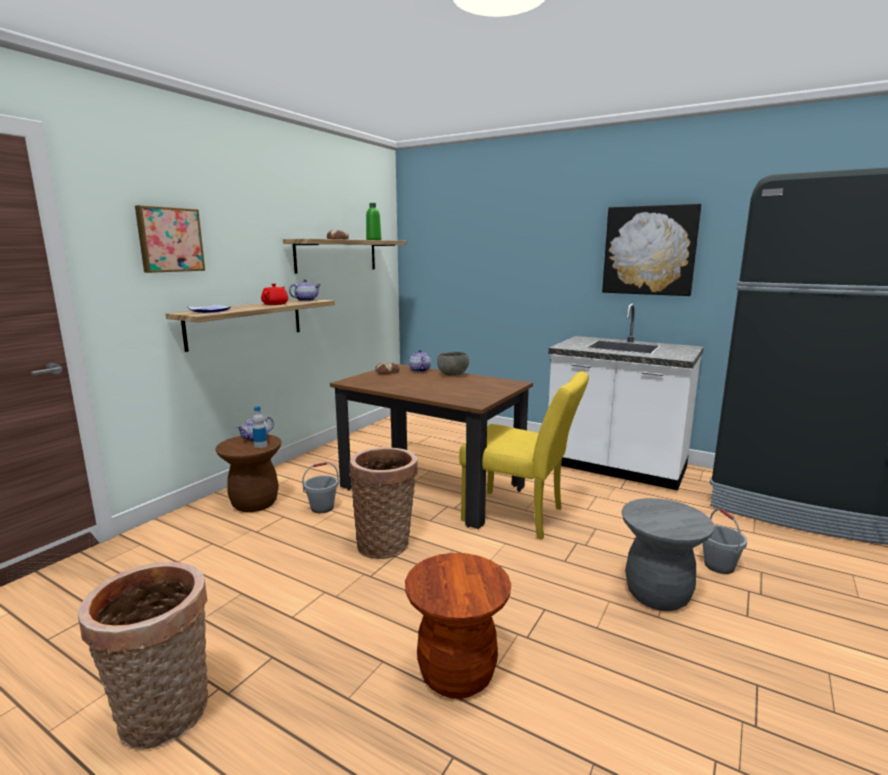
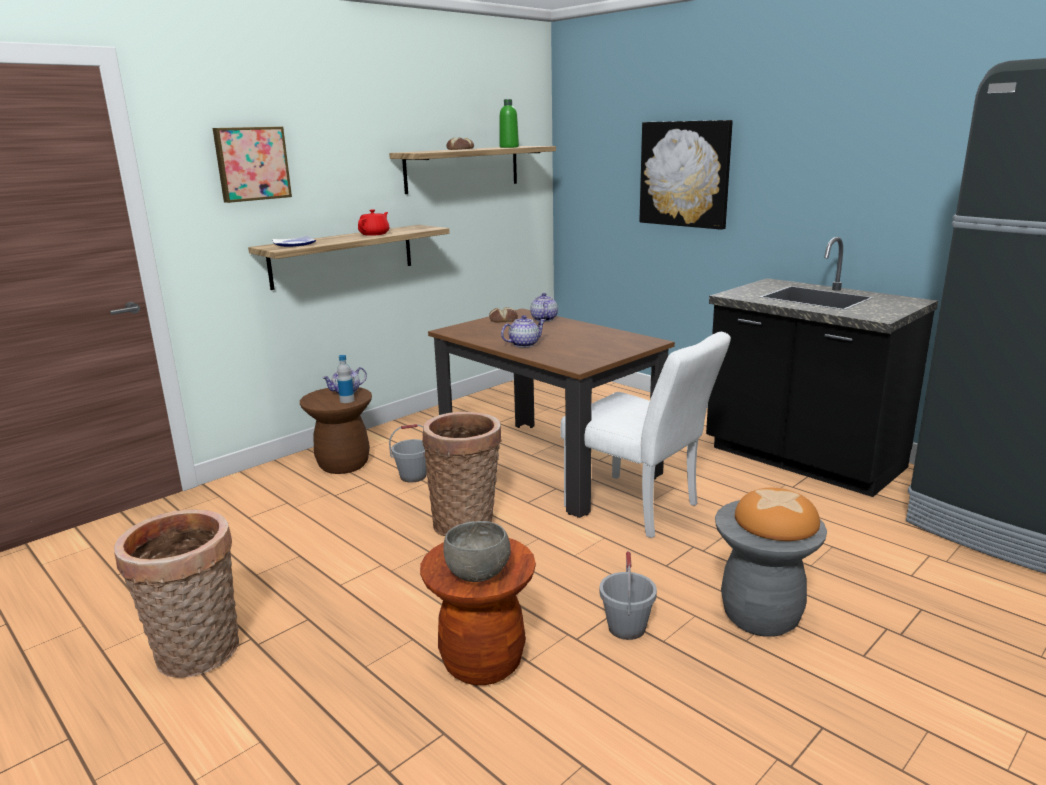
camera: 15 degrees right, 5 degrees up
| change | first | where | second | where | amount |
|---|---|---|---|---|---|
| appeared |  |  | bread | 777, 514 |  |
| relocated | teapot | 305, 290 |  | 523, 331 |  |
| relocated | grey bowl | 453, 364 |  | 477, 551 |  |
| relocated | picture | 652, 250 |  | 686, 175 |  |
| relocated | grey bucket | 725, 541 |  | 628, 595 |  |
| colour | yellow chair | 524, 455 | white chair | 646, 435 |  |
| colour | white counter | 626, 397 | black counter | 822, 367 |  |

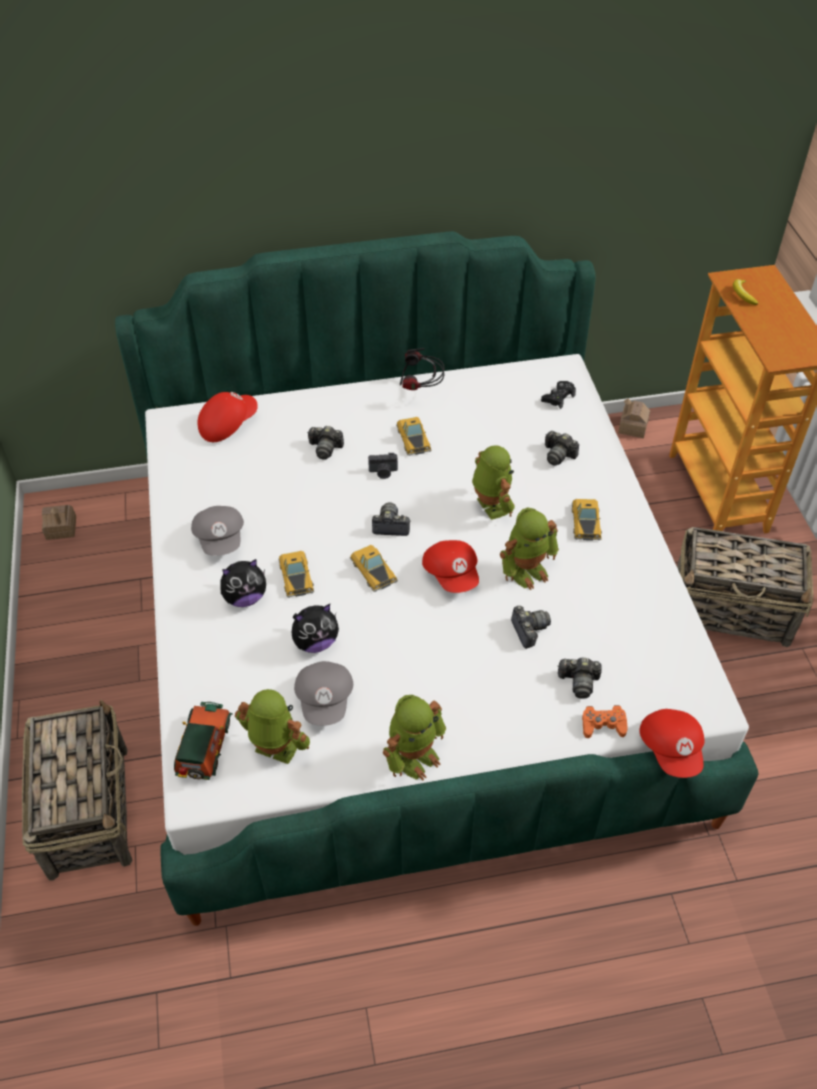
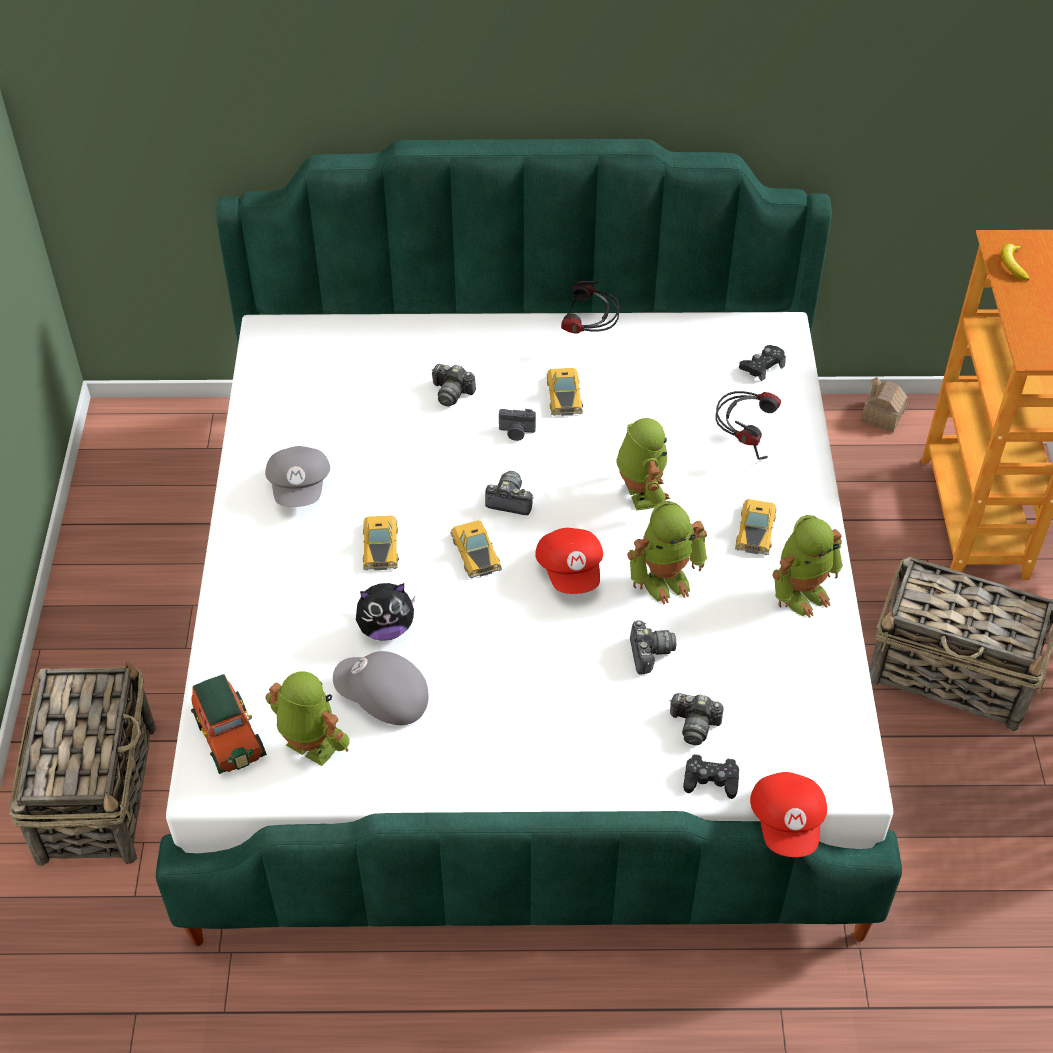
camera: 10 degrees right, 0 degrees up
| change | first | where | second | where | amount |
|---|---|---|---|---|---|
| missing | toy house | 59, 522 |  |  |  |
| missing | red cap | 227, 417 |  |  |  |
| missing | plush toy | 243, 583 |  |  |  |
| relocated | toy robot | 414, 737 |  | 807, 566 |  |
| exchanged | photo camera | 562, 448 | headphones | 748, 425 |  |
| colour | orange game controller | 605, 721 | black game controller | 711, 776 |  |
| spun | toy car | 203, 741 |  | 229, 724 | 135 degrees clockwise |
| spun | grey cap | 323, 693 |  | 381, 688 | 105 degrees clockwise |

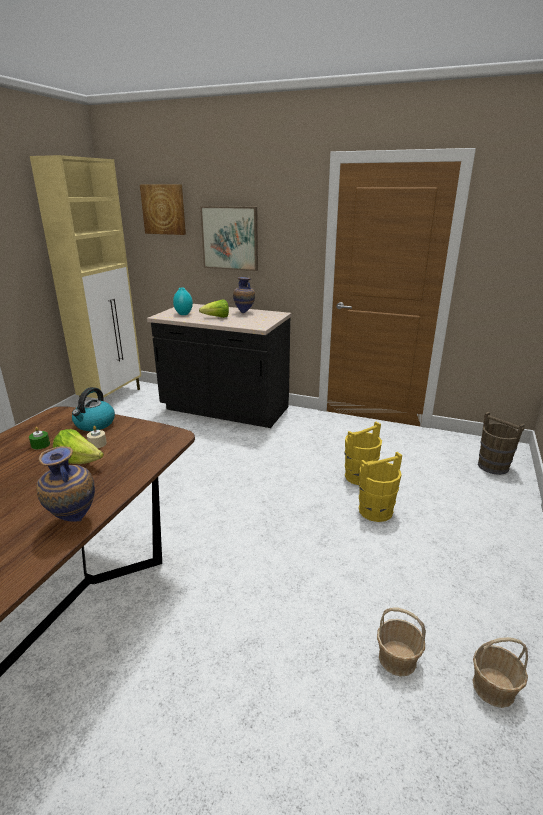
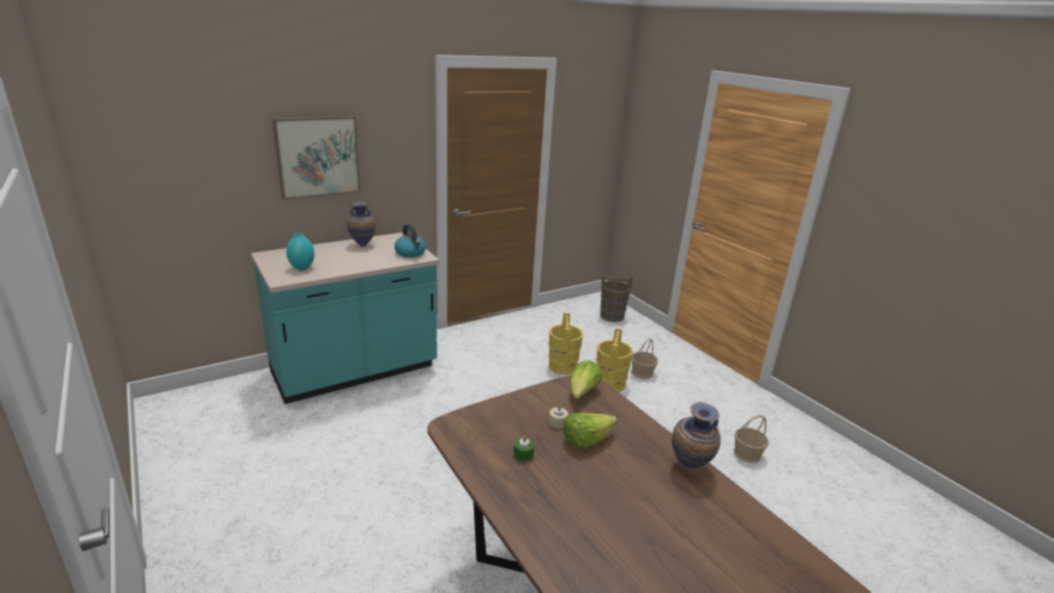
camera: 55 degrees left, 0 degrees up
| change | first | where | second | where | amount |
|---|---|---|---|---|---|
| missing | beige cabinet | 85, 277 |  |  |  |
| missing | picture | 163, 209 |  |  |  |
| relocated | kettle | 93, 409 |  | 410, 241 |  |
| relocated | lettuce | 214, 309 |  | 585, 379 |  |
| relocated | basket | 500, 672 |  | 644, 359 |  |
| colour | black counter | 219, 366 | turquoise counter | 345, 318 |  |

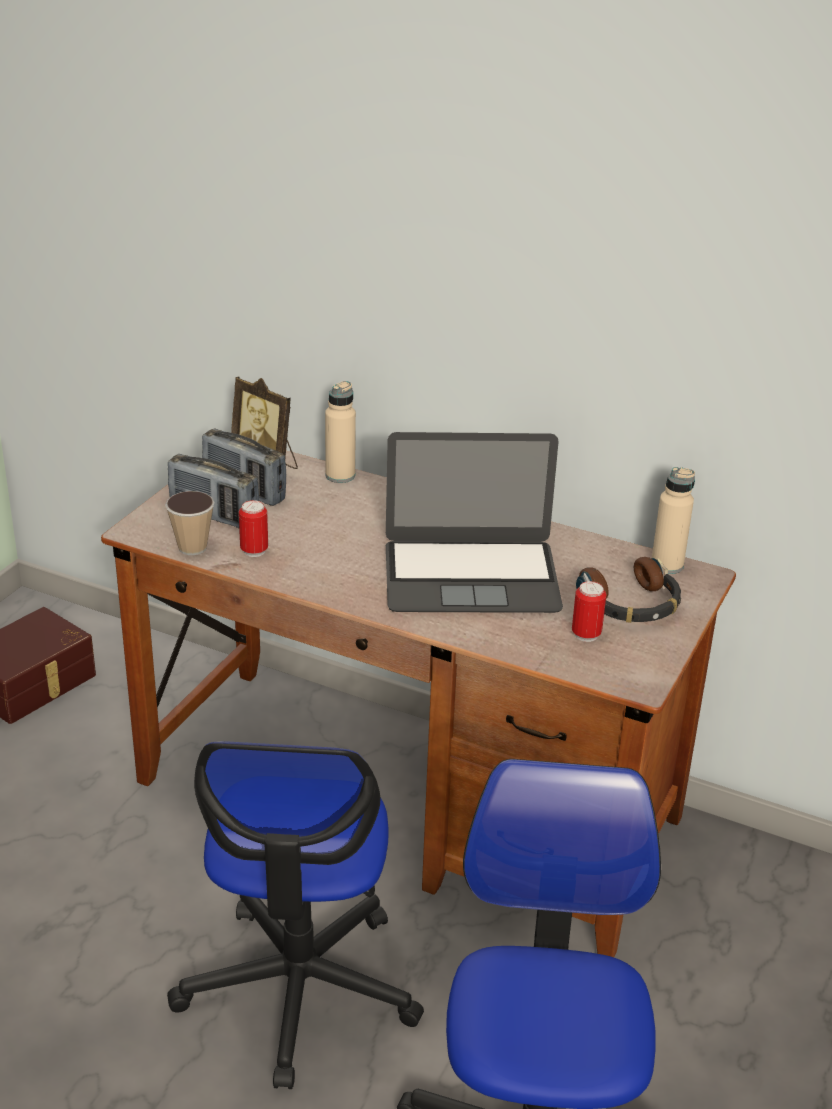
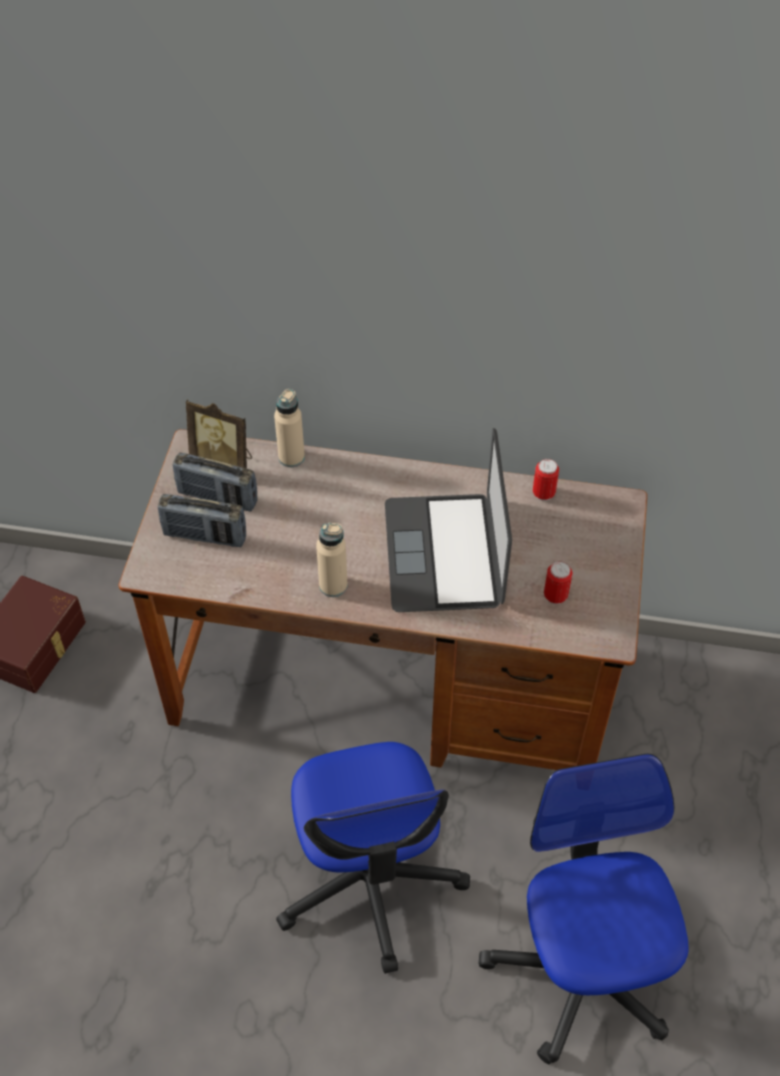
camera: 15 degrees left, 20 degrees up
| change | first | where | second | where | amount |
|---|---|---|---|---|---|
| missing | cup | 190, 523 |  |  |  |
| missing | headphones | 628, 590 |  |  |  |
| relocated | can | 253, 528 |  | 546, 480 |  |
| relocated | beige bottle | 673, 520 |  | 332, 560 |  |
| spun | laptop | 474, 522 |  | 448, 520 | 105 degrees clockwise |

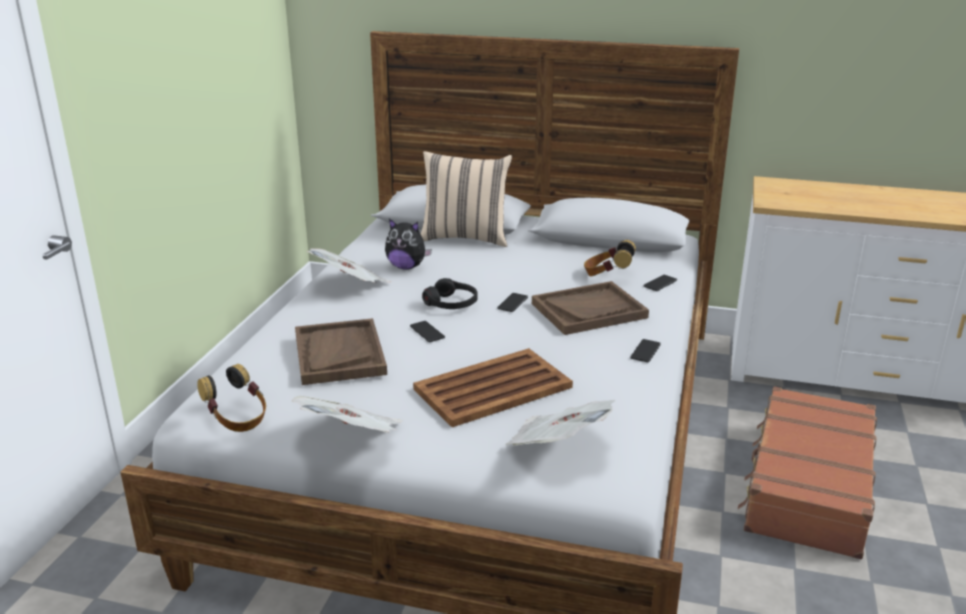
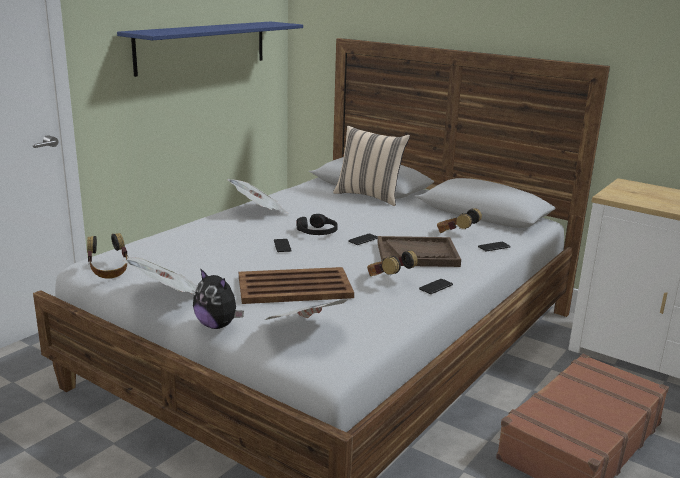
camera: 20 degrees right, 5 degrees down
| change | first | where | second | where | amount |
|---|---|---|---|---|---|
| missing | brown tray | 341, 351 |  |  |  |
| appeared |  |  | blue shelf | 210, 49 |  |
| appeared |  |  | headphones | 392, 263 |  |
| relocated | plush toy | 408, 244 |  | 218, 298 |  |

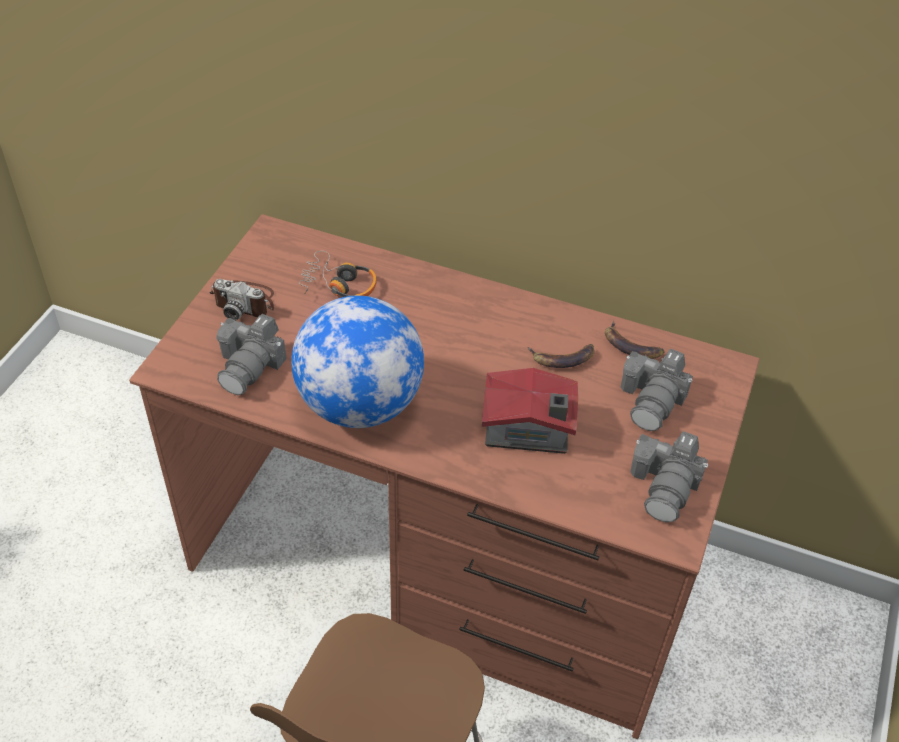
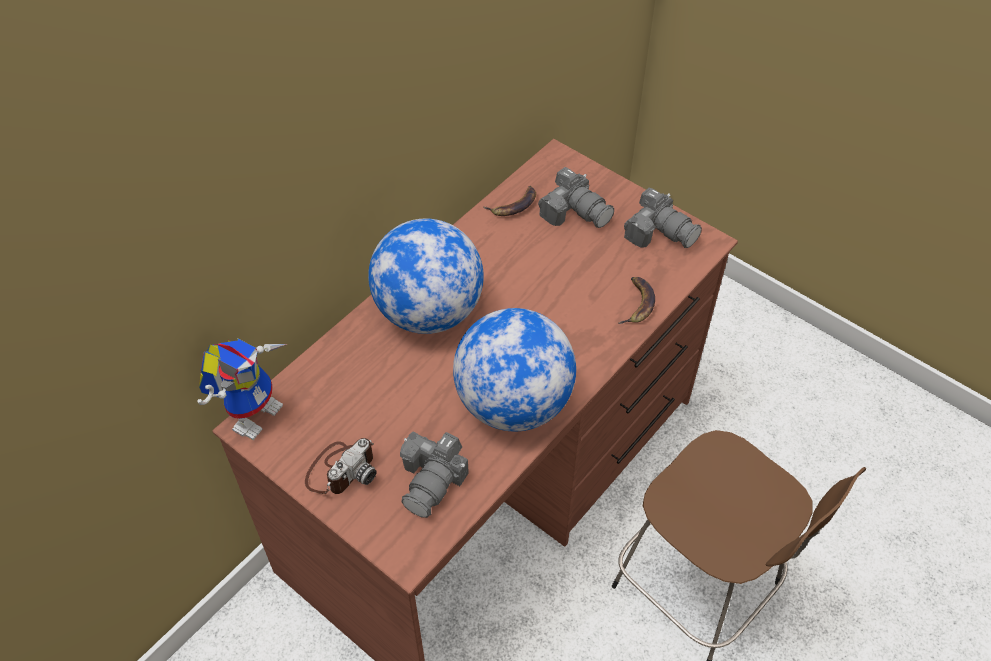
camera: 70 degrees left, 5 degrees up
| change | first | where | second | where | amount |
|---|---|---|---|---|---|
| missing | headphones | 338, 274 |  |  |  |
| missing | toy house | 530, 411 |  |  |  |
| appeared |  |  | toy robot | 242, 389 |  |
| appeared |  |  | globe | 426, 276 |  |
| relocated | banana | 561, 356 |  | 636, 300 |  |
| spun | photo camera | 252, 354 |  | 434, 474 | 75 degrees clockwise |

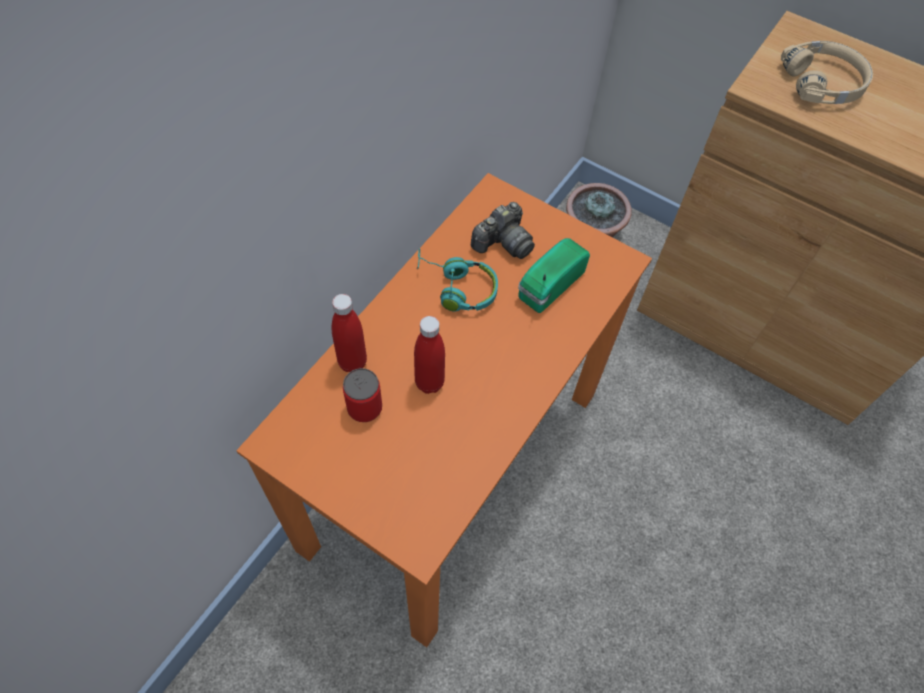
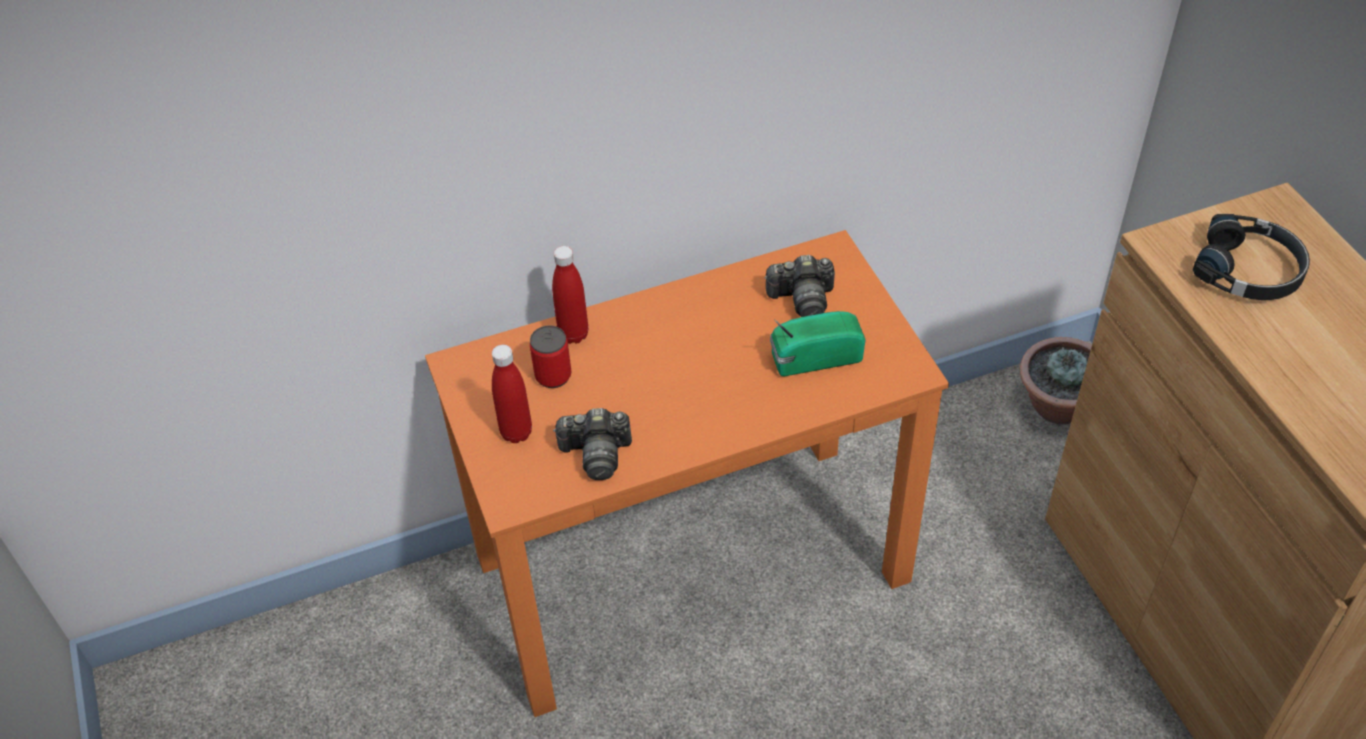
camera: 40 degrees right, 10 degrees down
| change | first | where | second | where | amount |
|---|---|---|---|---|---|
| missing | turquoise headphones | 457, 279 |  |  |  |
| appeared |  |  | photo camera | 592, 444 |  |
| relocated | red bottle | 429, 355 |  | 512, 394 |  |
| colour | beige headphones | 826, 72 | black headphones | 1251, 257 |  |

